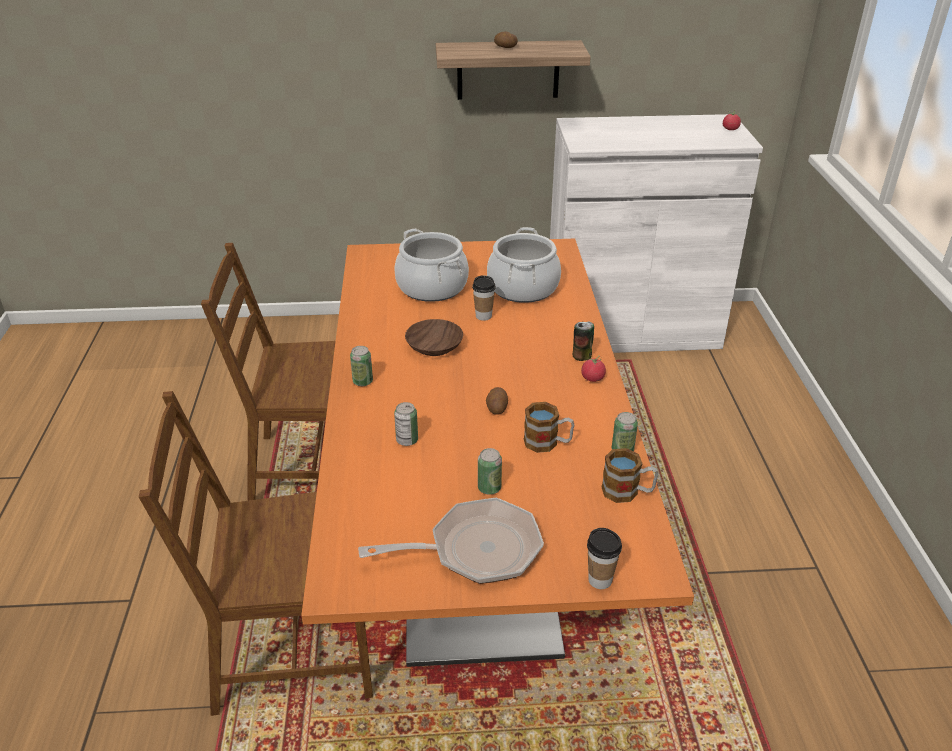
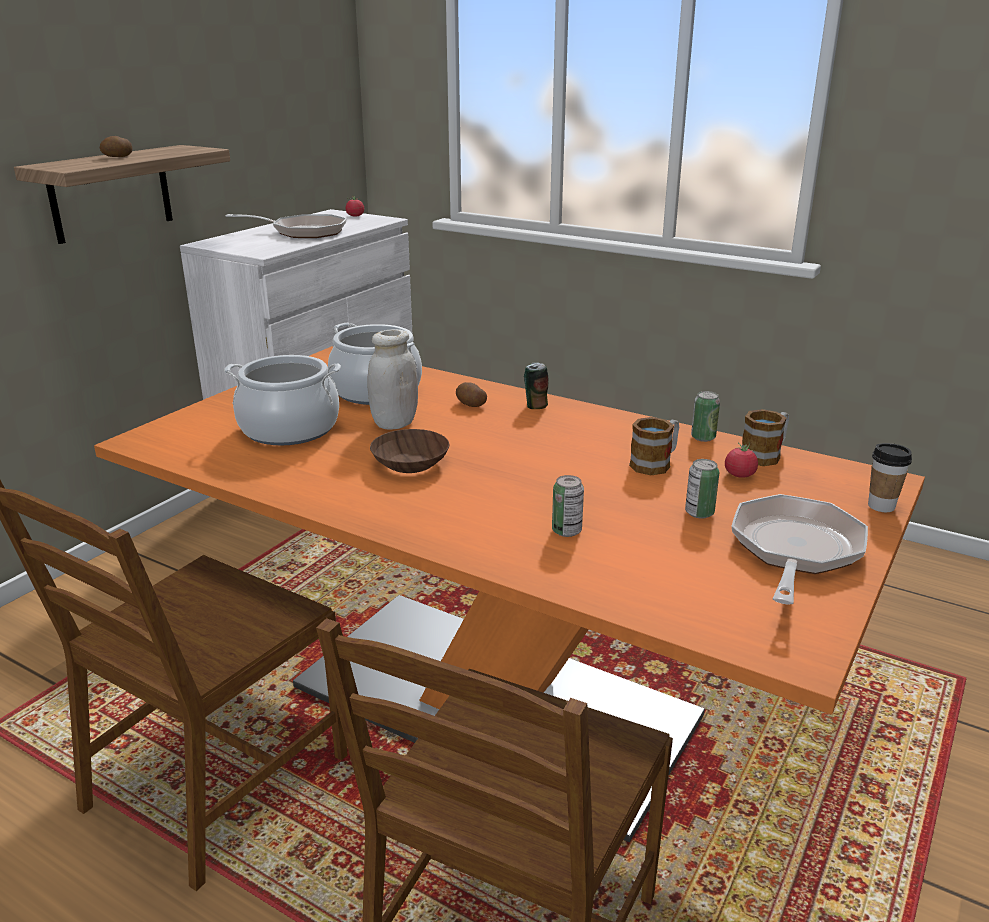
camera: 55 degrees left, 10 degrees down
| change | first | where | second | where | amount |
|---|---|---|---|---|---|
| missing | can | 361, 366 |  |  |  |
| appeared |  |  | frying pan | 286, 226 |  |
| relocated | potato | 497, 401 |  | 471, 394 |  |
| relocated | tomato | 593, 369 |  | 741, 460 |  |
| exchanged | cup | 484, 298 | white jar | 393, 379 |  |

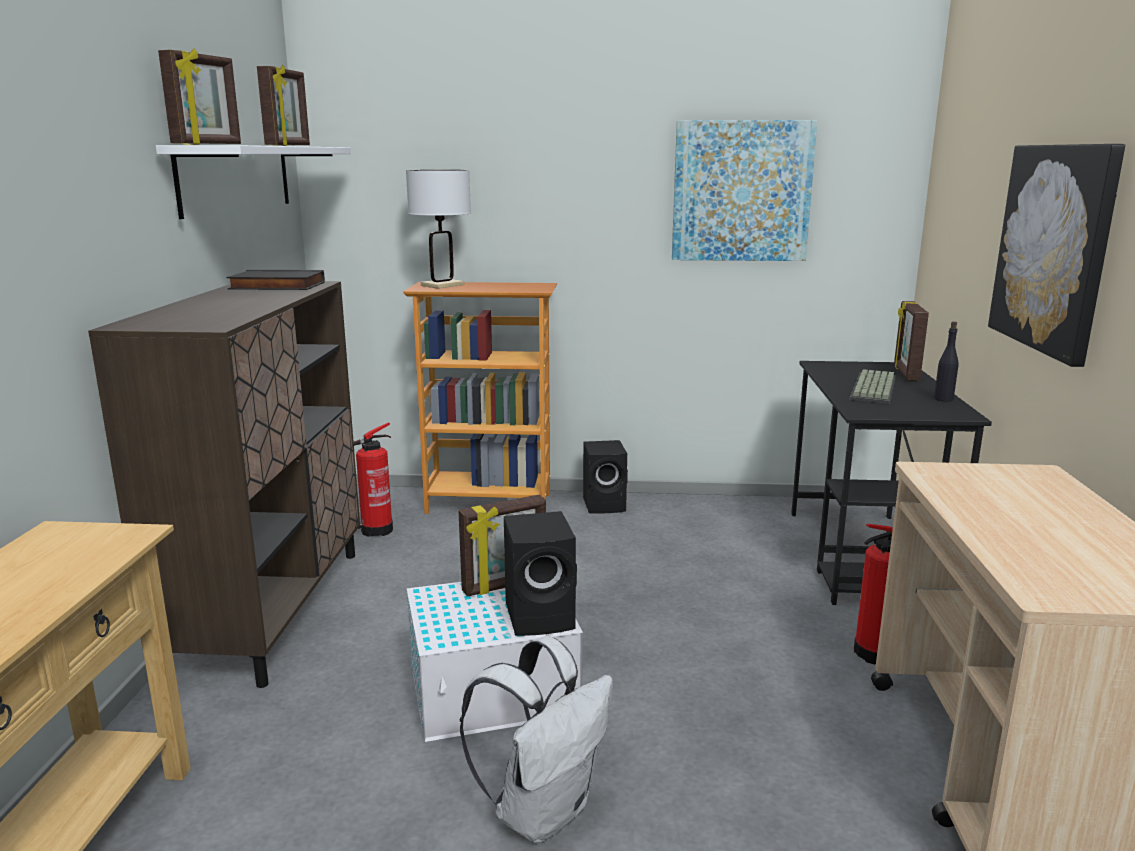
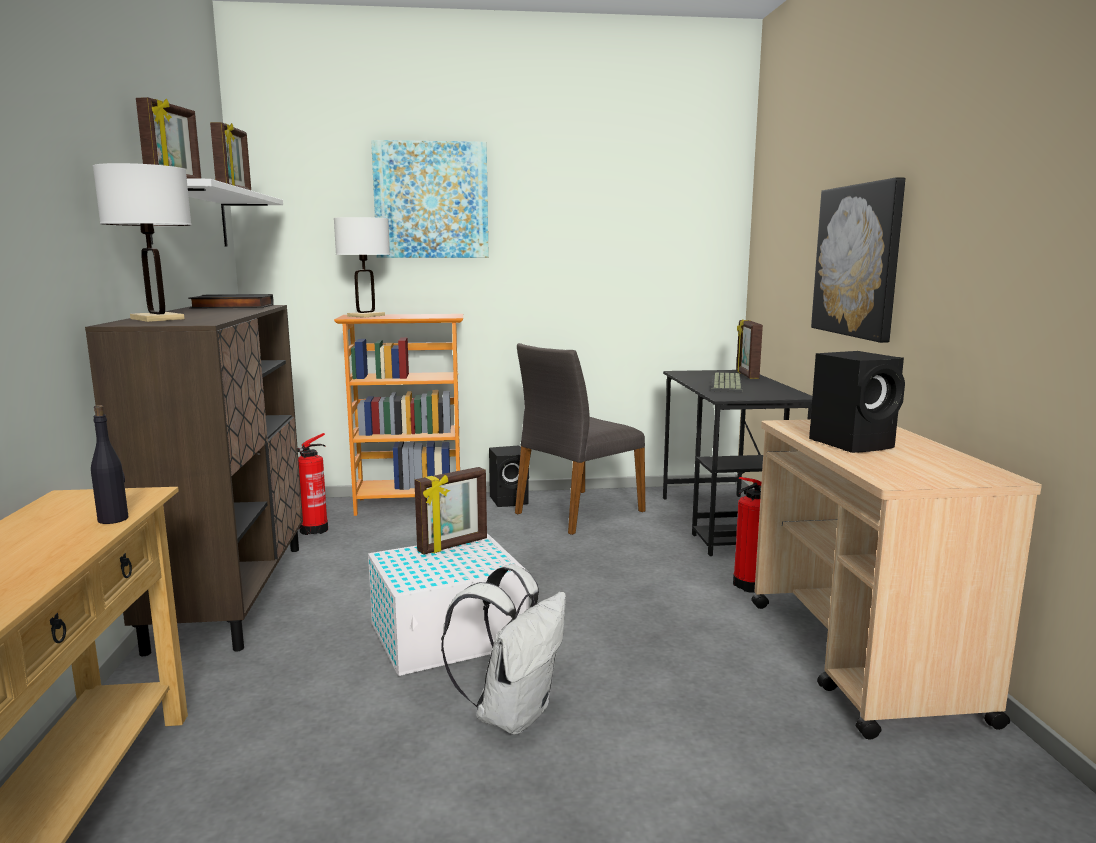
camera: 10 degrees left, 5 degrees down
| change | first | where | second | where | amount |
|---|---|---|---|---|---|
| appeared |  |  | white table lamp | 142, 242 |  |
| appeared |  |  | grey chair | 580, 439 |  |
| relocated | black speaker | 540, 573 |  | 857, 402 |  |
| relocated | picture | 744, 190 |  | 430, 199 |  |
| relocated | black bottle | 946, 361 |  | 109, 464 |  |

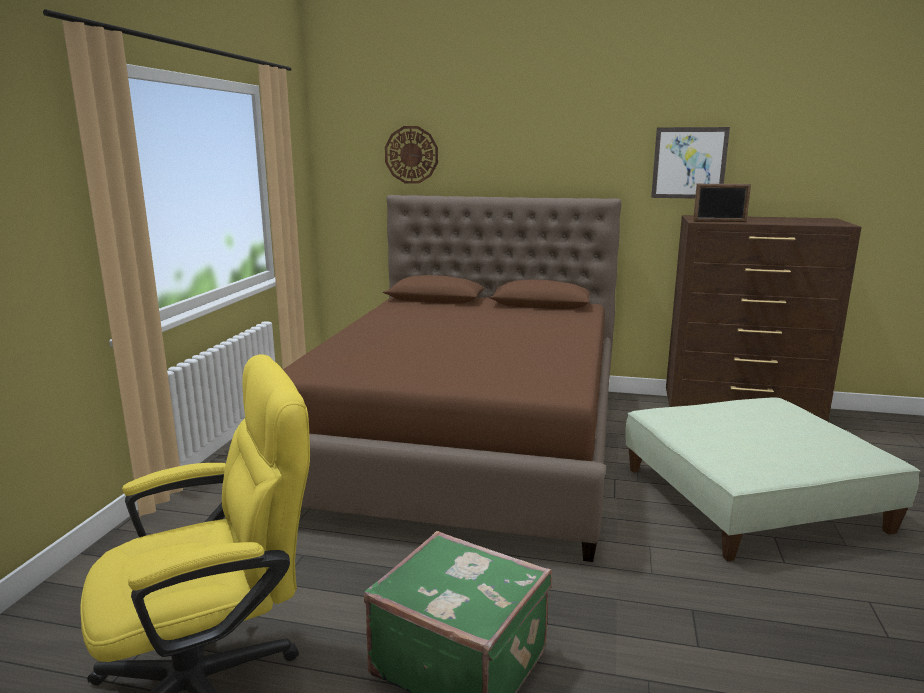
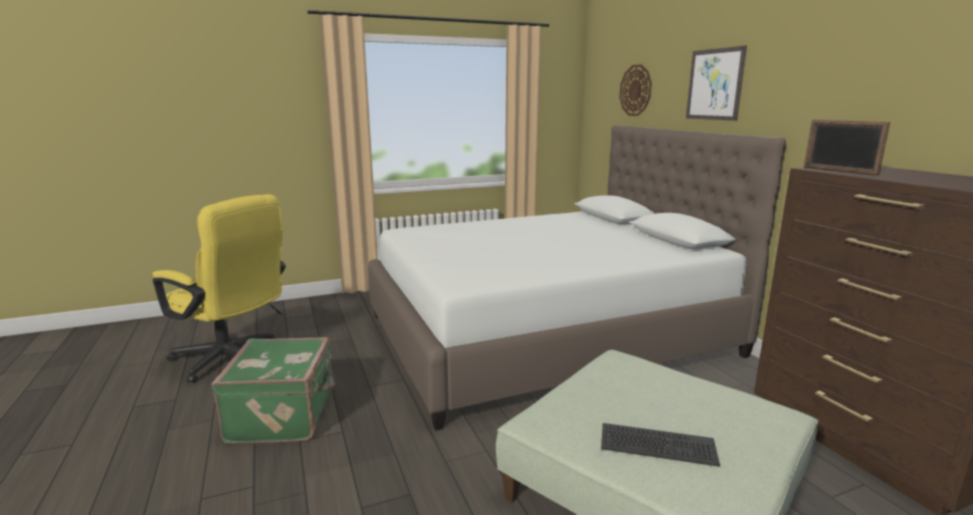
camera: 55 degrees right, 0 degrees up
| change | first | where | second | where | amount |
|---|---|---|---|---|---|
| appeared |  |  | keyboard | 660, 445 |  |
| relocated | picture | 690, 163 |  | 716, 83 |  |
| colour | brown bed | 452, 378 | white bed | 577, 278 |  |

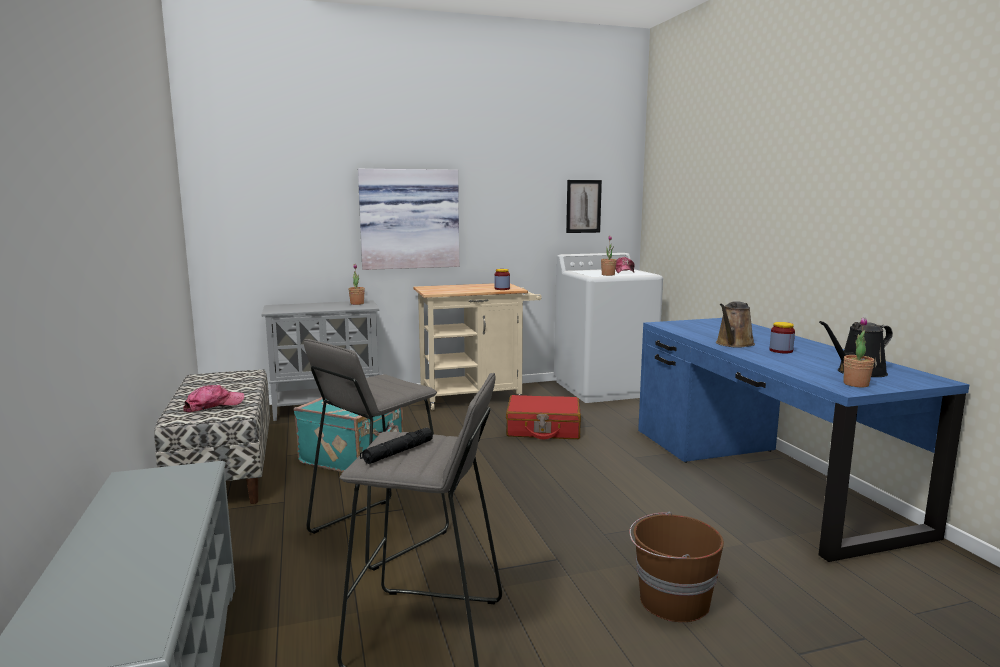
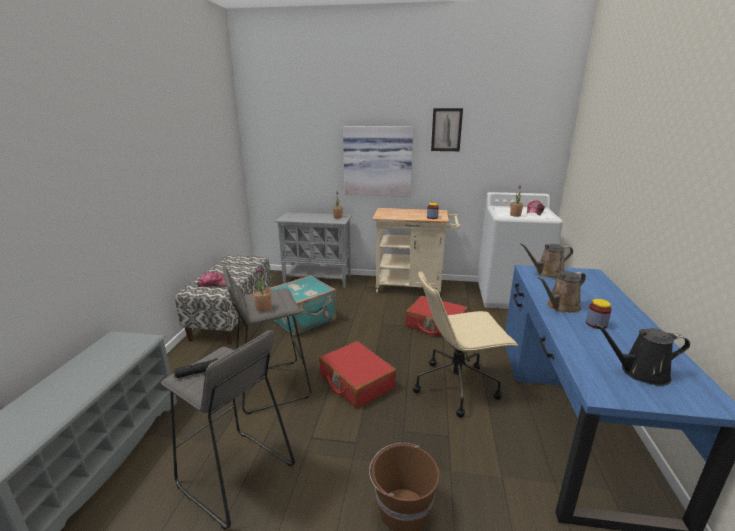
camera: 25 degrees right, 10 degrees up
| change | first | where | second | where | amount |
|---|---|---|---|---|---|
| appeared |  |  | red suitcase | 358, 375 |  |
| appeared |  |  | beige office chair | 465, 344 |  |
| appeared |  |  | brown watering can | 546, 260 |  |
| relocated | picture | 584, 206 |  | 447, 129 |  |
| relocated | potted plant | 859, 352 |  | 262, 289 |  |

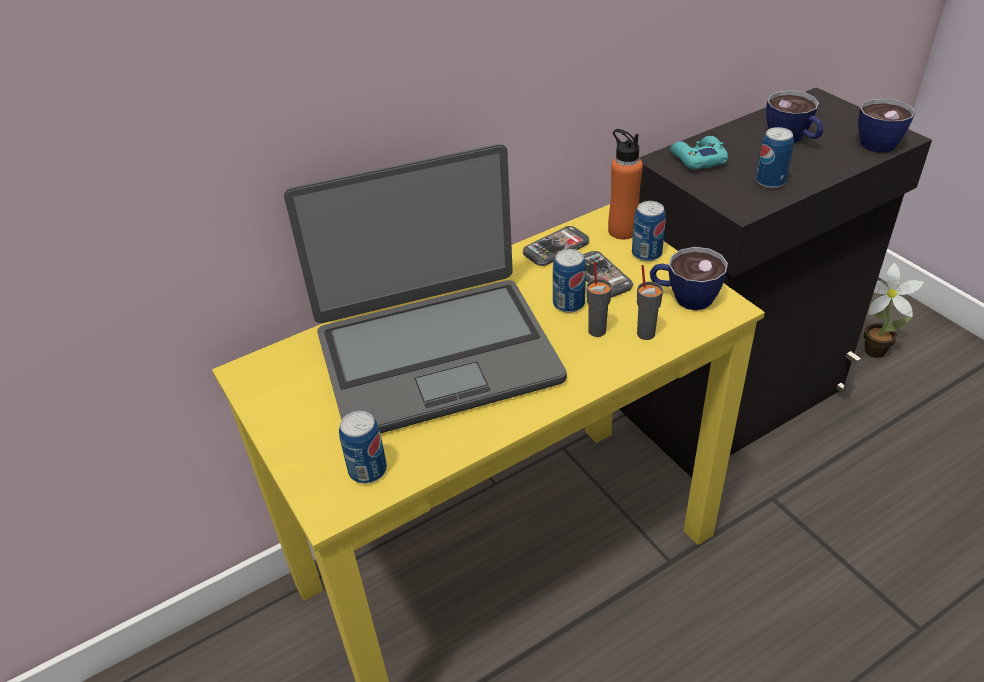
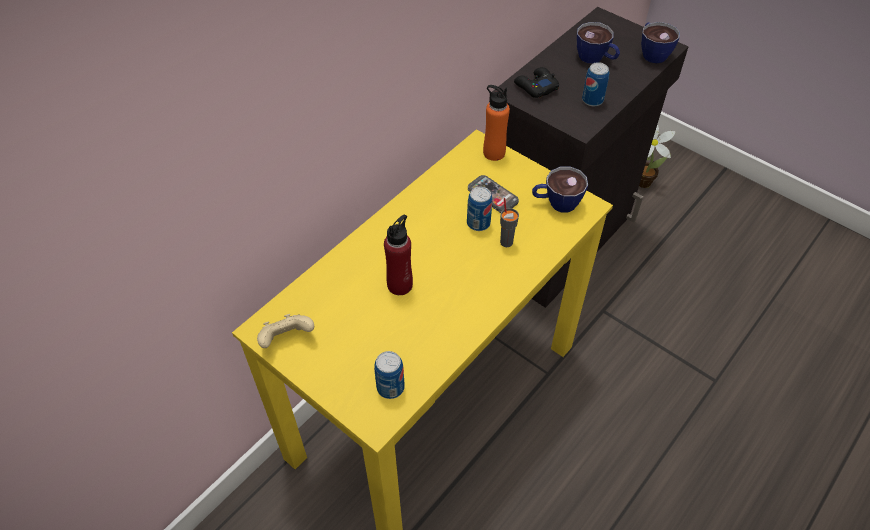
camera: 20 degrees left, 10 degrees up
| change | first | where | second | where | amount |
|---|---|---|---|---|---|
| missing | phone | 556, 246 |  |  |  |
| missing | can | 649, 231 |  |  |  |
| missing | grey cup | 650, 302 |  |  |  |
| appeared |  |  | beige game controller | 285, 331 |  |
| exchanged | laptop | 425, 289 | red bottle | 398, 255 |  |
| colour | turquoise game controller | 699, 152 | black game controller | 536, 82 |  |

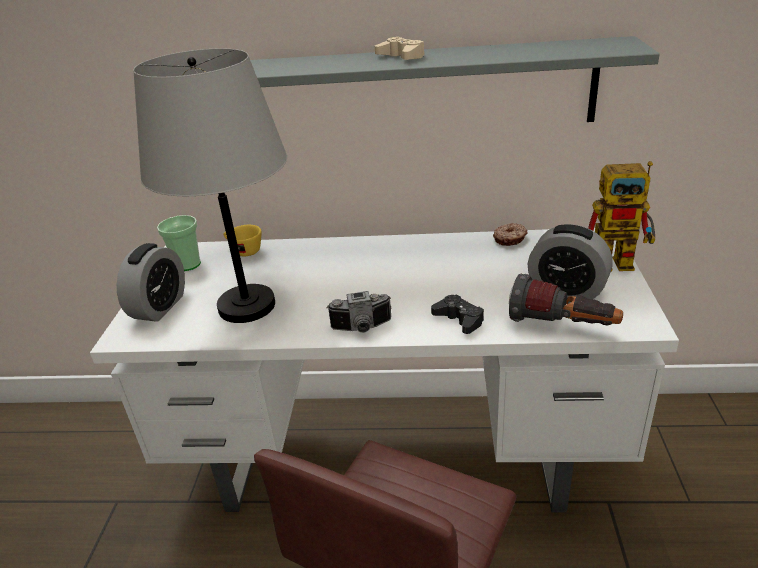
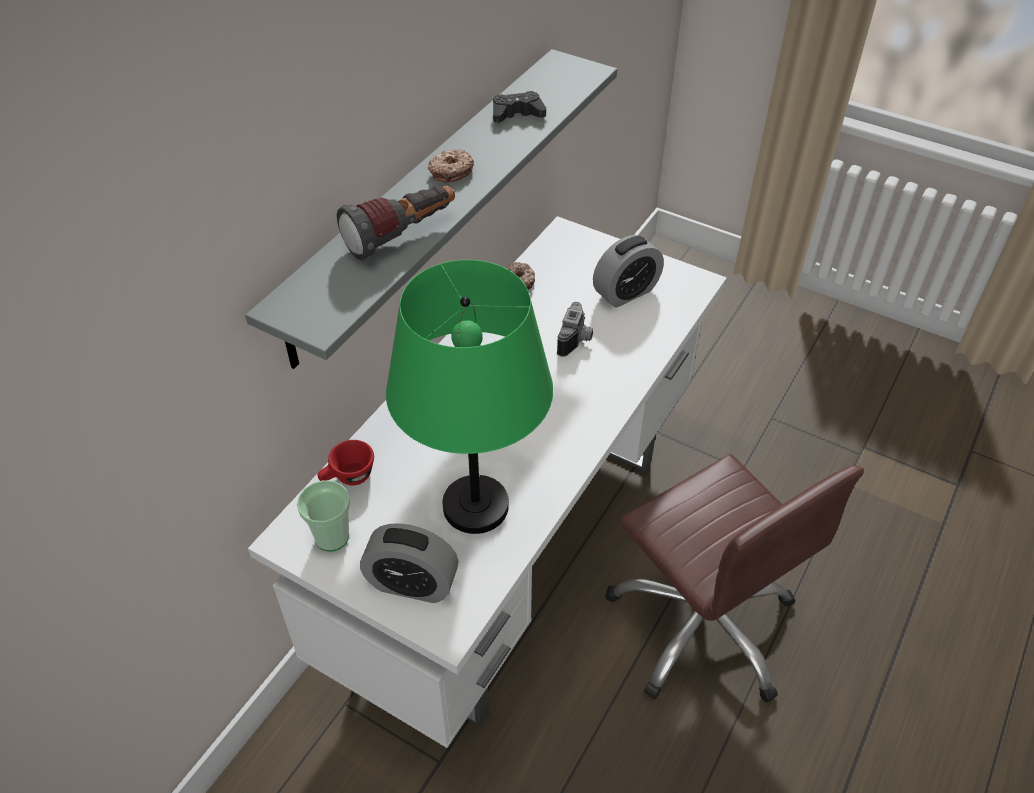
camera: 65 degrees left, 15 degrees up
| change | first | where | second | where | amount |
|---|---|---|---|---|---|
| missing | toy robot | 621, 216 |  |  |  |
| relocated | photo camera | 359, 312 |  | 575, 329 |  |
| relocated | black game controller | 457, 314 |  | 519, 107 |  |
| relocated | flashlight | 566, 299 |  | 396, 223 |  |
| exchanged | beige game controller | 400, 48 | donut | 451, 166 |  |
| colour | grey table lamp | 210, 186 | green table lamp | 469, 397 |  |
| colour | yellow cup | 243, 240 | red cup | 346, 462 |  |
| spun | alarm clock | 151, 282 |  | 409, 563 | 150 degrees clockwise |

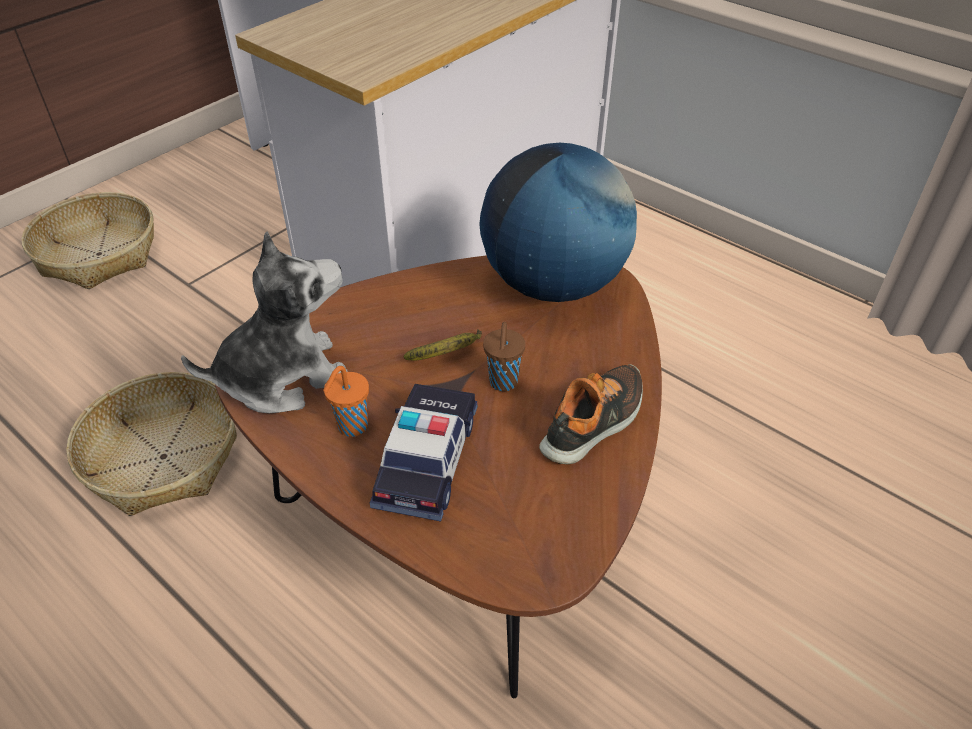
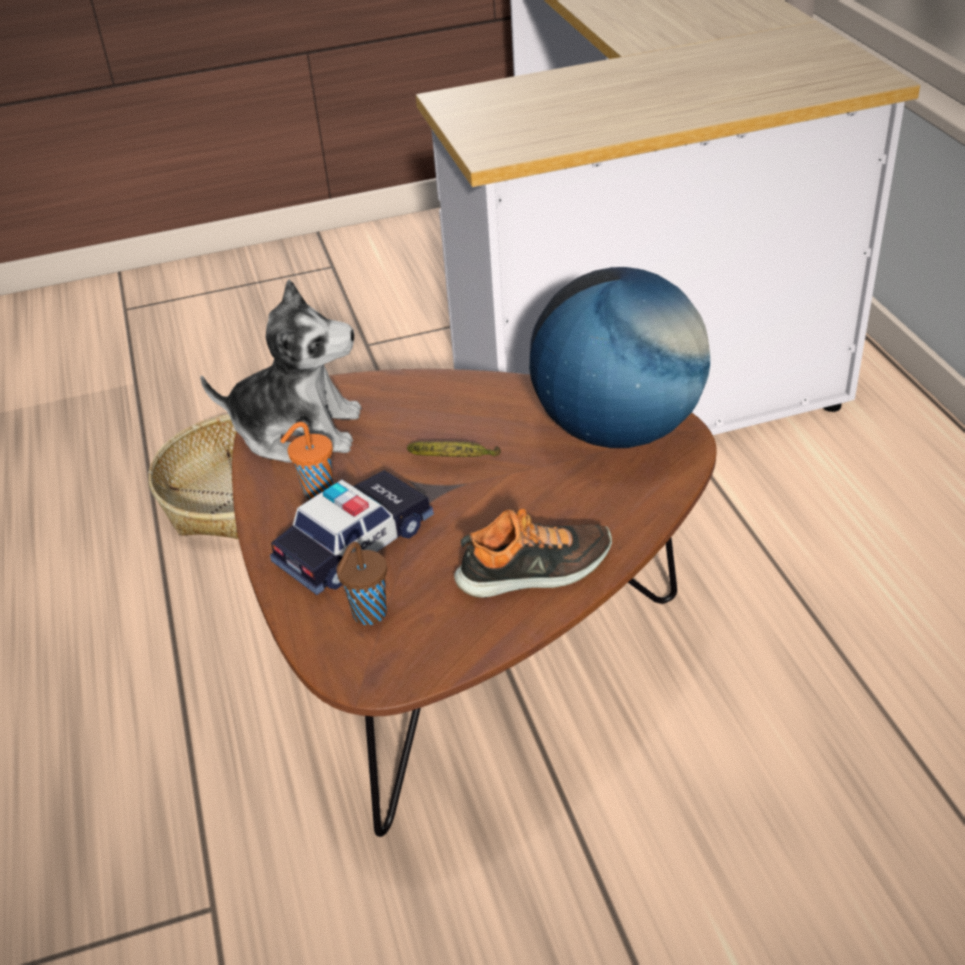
camera: 35 degrees right, 5 degrees down
| change | first | where | second | where | amount |
|---|---|---|---|---|---|
| missing | basket | 88, 240 |  |  |  |
| relocated | brown cup | 504, 356 |  | 361, 583 |  |

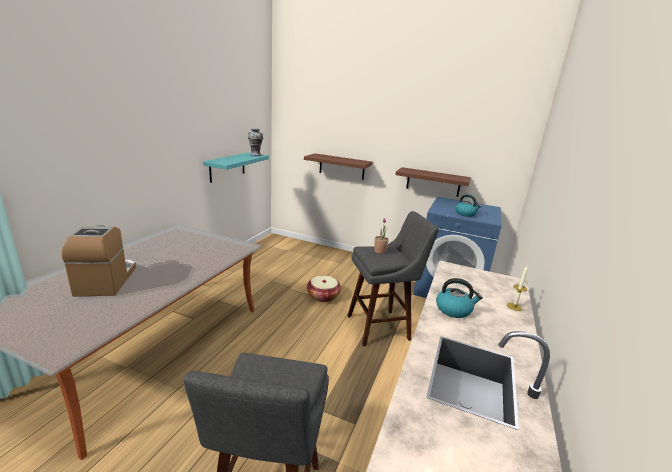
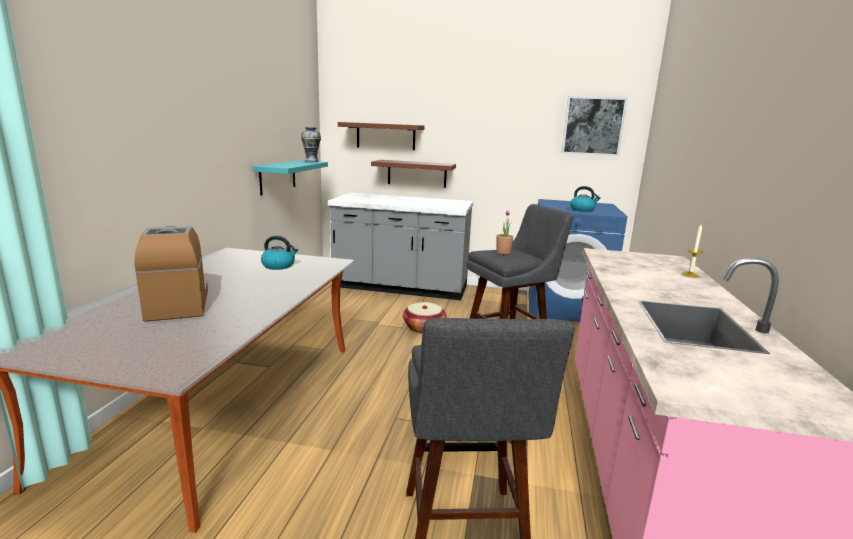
camera: 10 degrees left, 5 degrees down
| change | first | where | second | where | amount |
|---|---|---|---|---|---|
| appeared |  |  | grey counter | 400, 246 |  |
| appeared |  |  | picture | 594, 126 |  |
| relocated | brown shelf | 433, 182 |  | 381, 136 |  |
| relocated | kettle | 459, 298 |  | 279, 253 |  |

